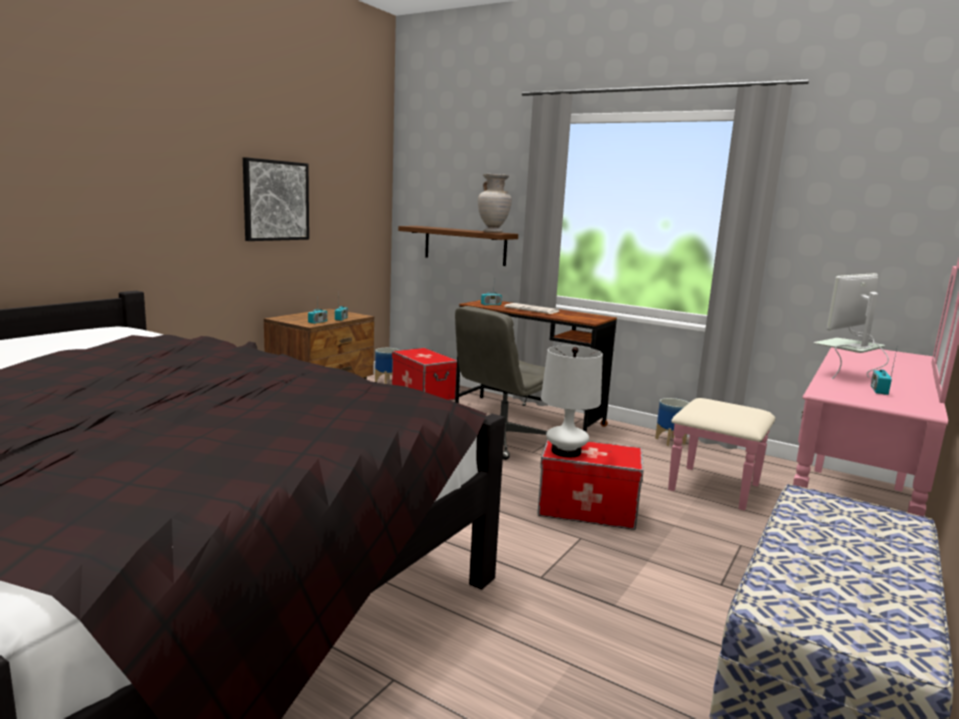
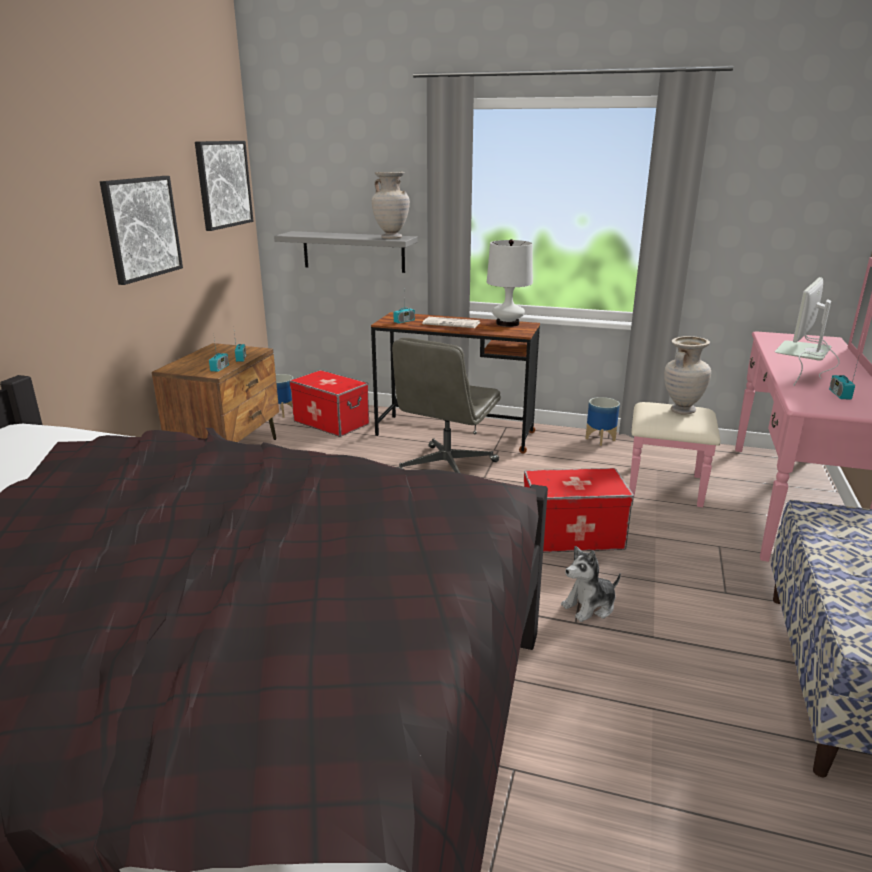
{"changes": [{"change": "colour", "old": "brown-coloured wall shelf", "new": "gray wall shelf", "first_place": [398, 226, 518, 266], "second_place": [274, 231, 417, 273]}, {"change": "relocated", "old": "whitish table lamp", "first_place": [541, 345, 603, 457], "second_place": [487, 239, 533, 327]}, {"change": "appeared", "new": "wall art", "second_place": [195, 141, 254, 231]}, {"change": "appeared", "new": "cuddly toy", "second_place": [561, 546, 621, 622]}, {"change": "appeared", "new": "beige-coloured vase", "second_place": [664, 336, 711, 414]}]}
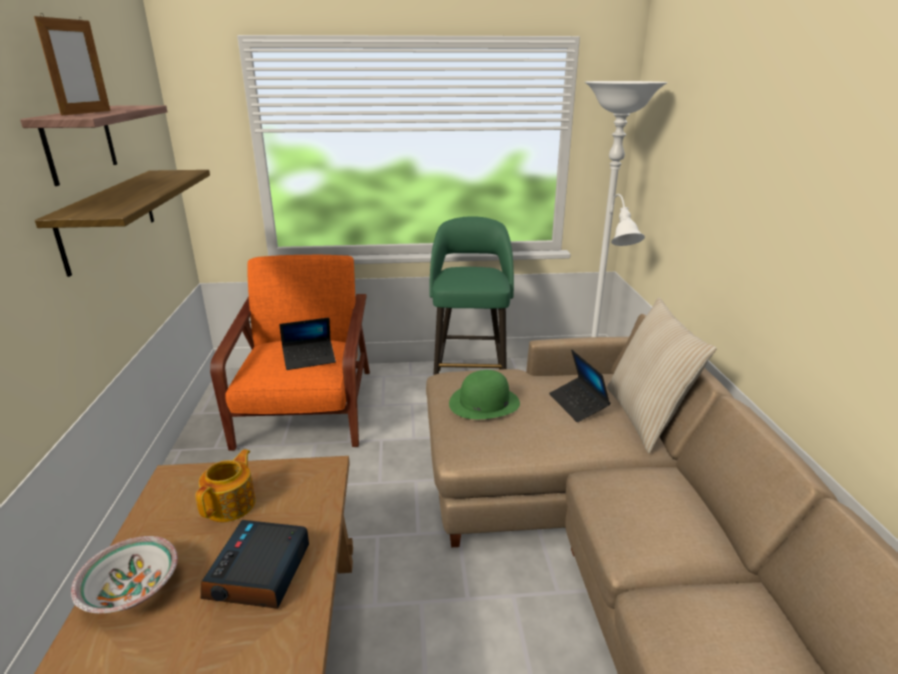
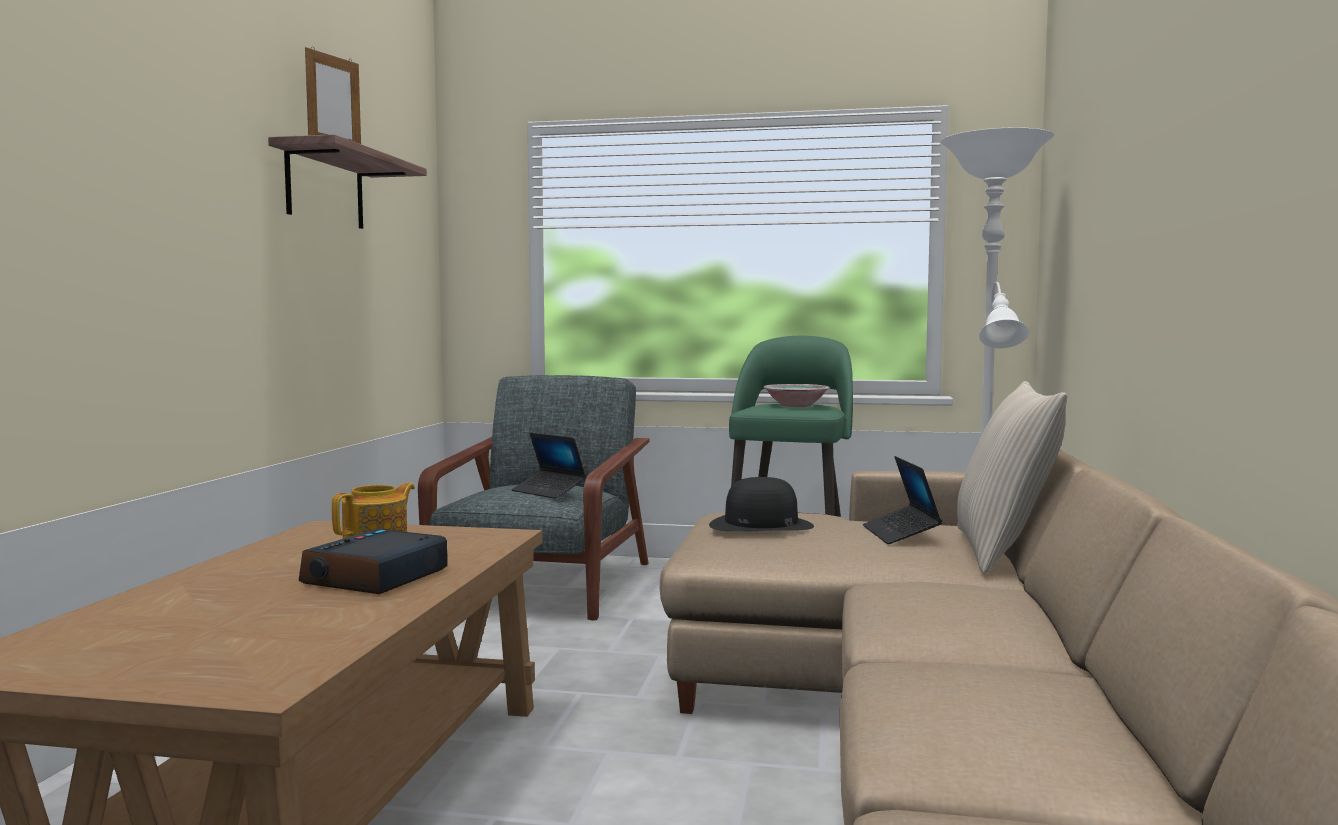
{"changes": [{"change": "missing", "old": "wall shelf", "first_place": [35, 170, 210, 277]}, {"change": "relocated", "old": "deep dish", "first_place": [71, 536, 178, 613], "second_place": [763, 384, 830, 407]}, {"change": "colour", "old": "orange-coloured easy chair", "new": "gray easy chair", "first_place": [210, 255, 370, 451], "second_place": [418, 375, 650, 621]}, {"change": "spun", "old": "laptop", "first_place": [279, 317, 336, 370], "second_place": [512, 433, 586, 499], "degrees": 45}, {"change": "colour", "old": "green clothing hat", "new": "blackish clothing hat", "first_place": [449, 370, 520, 419], "second_place": [709, 477, 814, 532]}]}
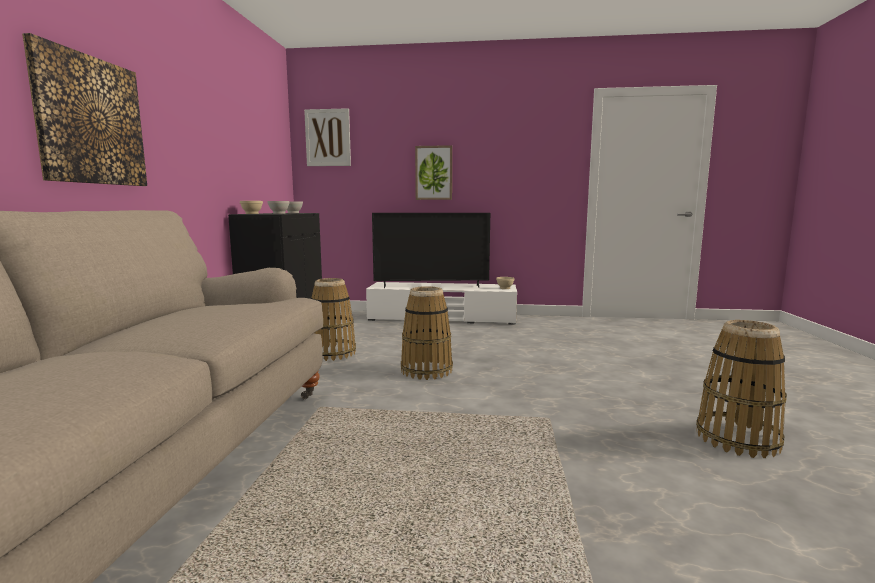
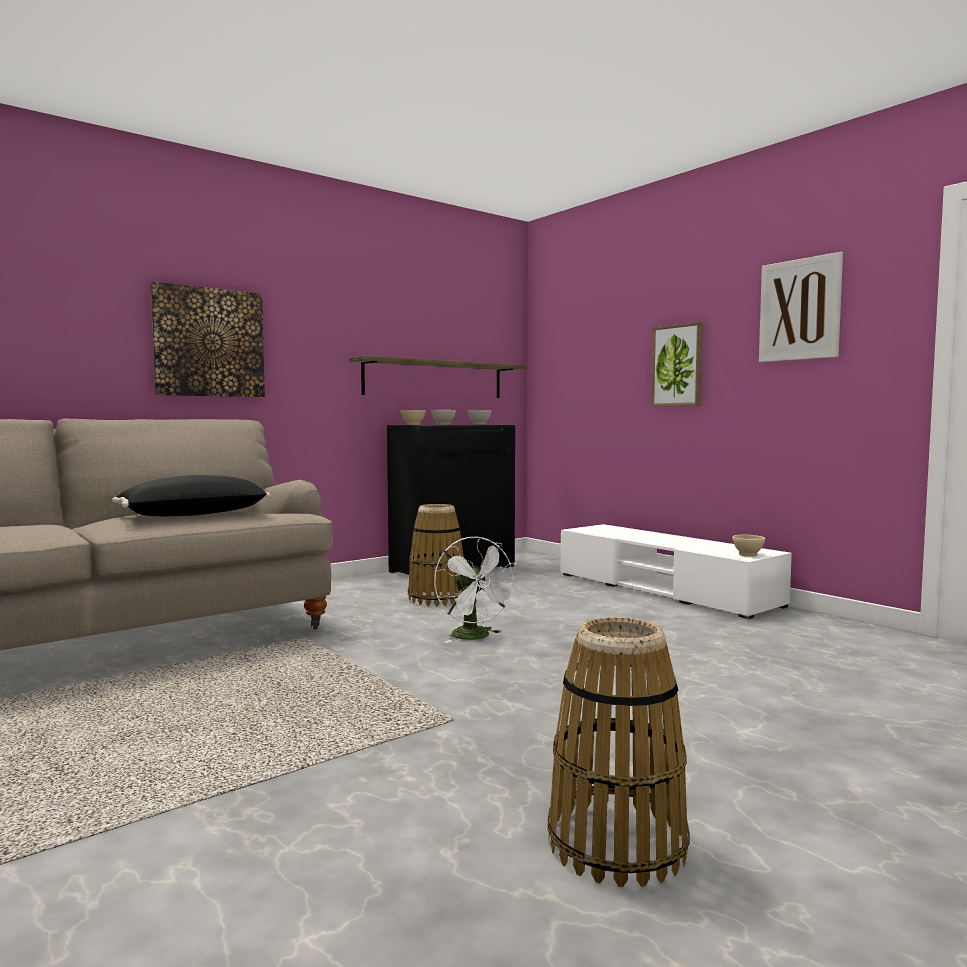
{"changes": [{"change": "relocated", "old": "wall art", "first_place": [304, 108, 351, 166], "second_place": [759, 252, 843, 362]}, {"change": "missing", "old": "TV", "first_place": [372, 213, 490, 288]}, {"change": "exchanged", "old": "storage basket", "new": "whitish cooling fan", "first_place": [401, 286, 453, 380], "second_place": [434, 536, 518, 643]}, {"change": "appeared", "new": "blackish throw pillow", "second_place": [112, 475, 270, 516]}, {"change": "appeared", "new": "wall shelf", "second_place": [349, 355, 526, 398]}]}
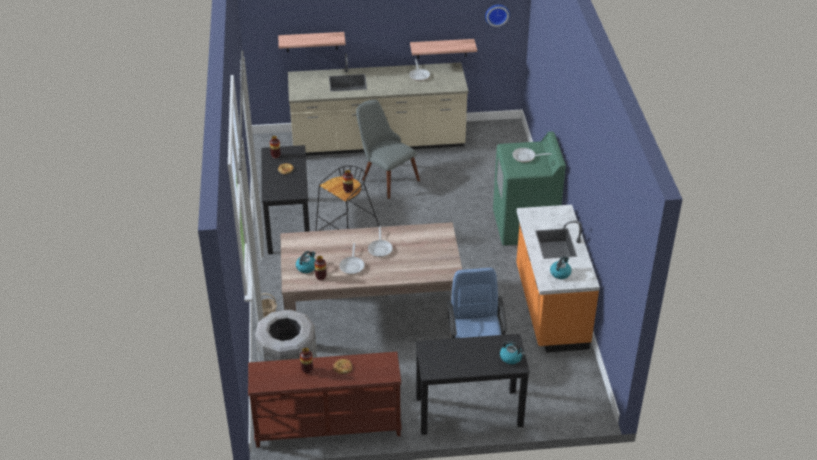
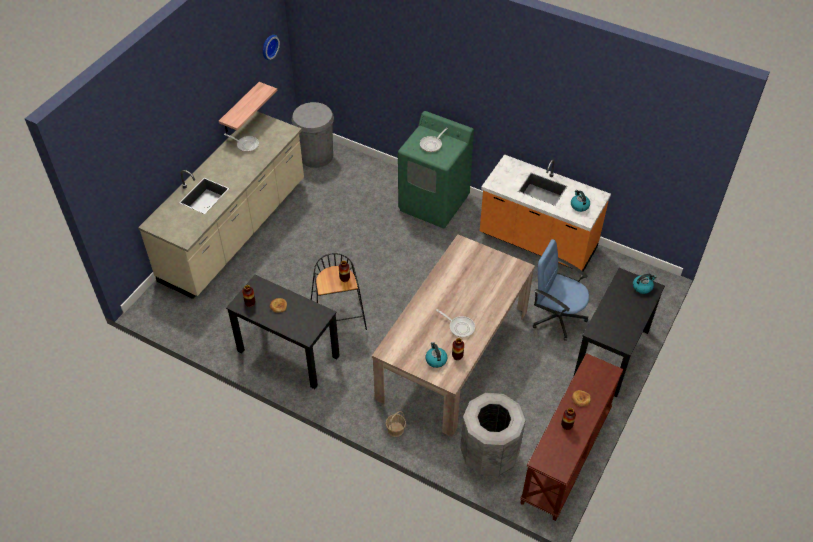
{"changes": [{"change": "missing", "old": "wall shelf", "first_place": [278, 32, 346, 52]}, {"change": "missing", "old": "gray plain chair", "first_place": [356, 99, 420, 199]}, {"change": "missing", "old": "pan", "first_place": [368, 226, 393, 257]}, {"change": "appeared", "new": "gray trash can", "second_place": [292, 102, 334, 168]}]}
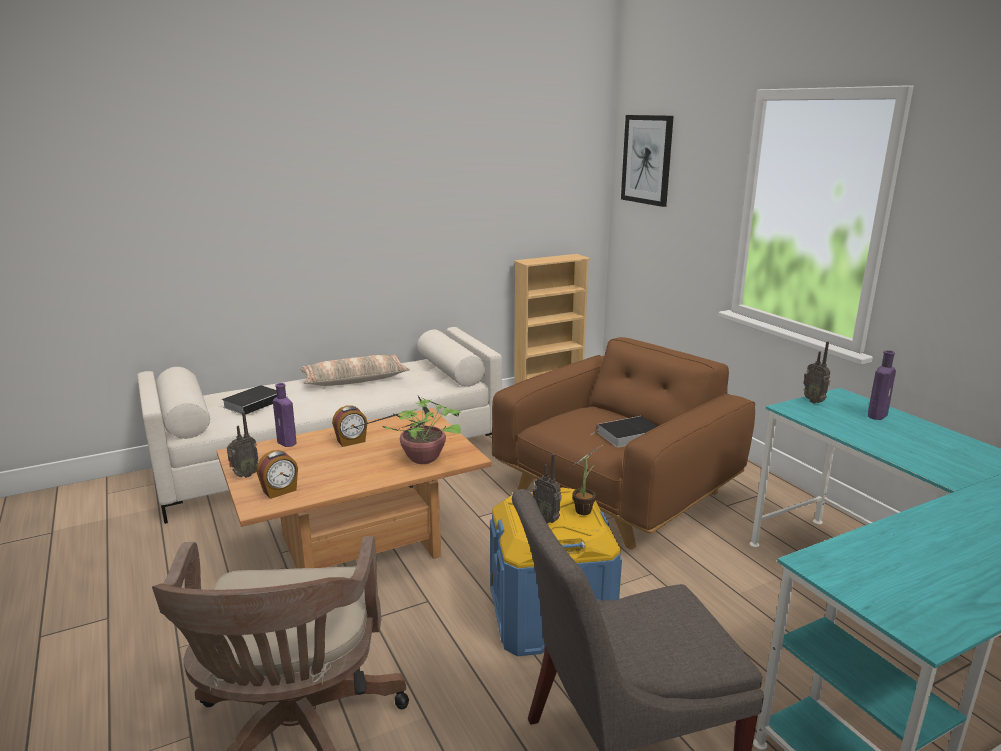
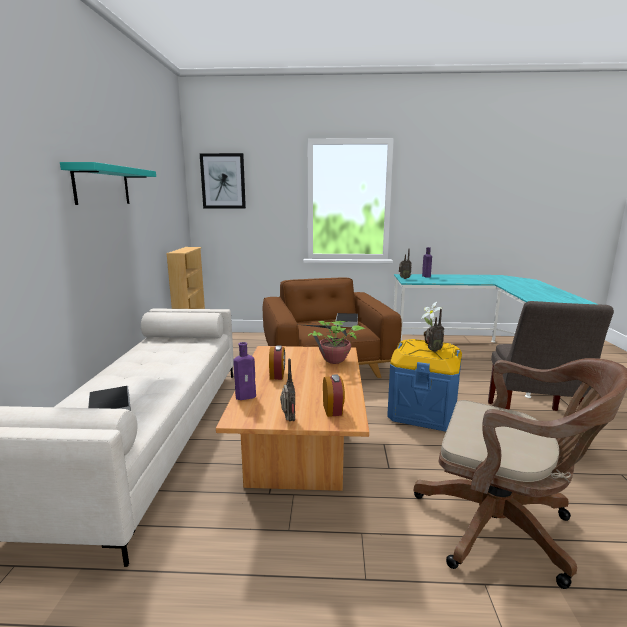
{"changes": [{"change": "missing", "old": "throw pillow", "first_place": [300, 355, 410, 386]}, {"change": "appeared", "new": "blue-green wall shelf", "second_place": [60, 162, 156, 205]}]}
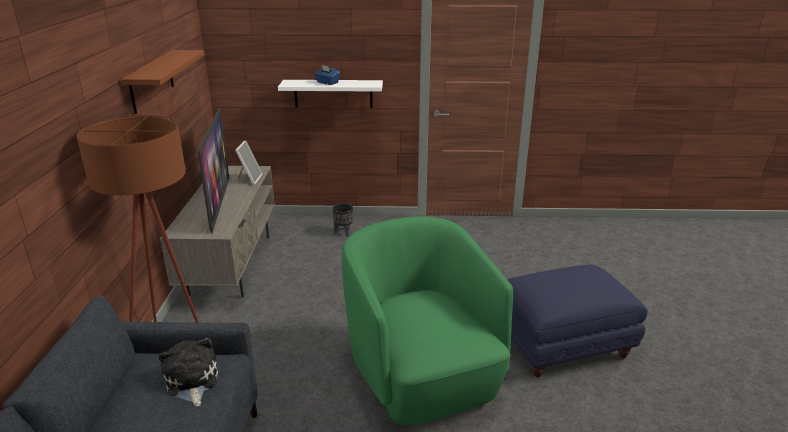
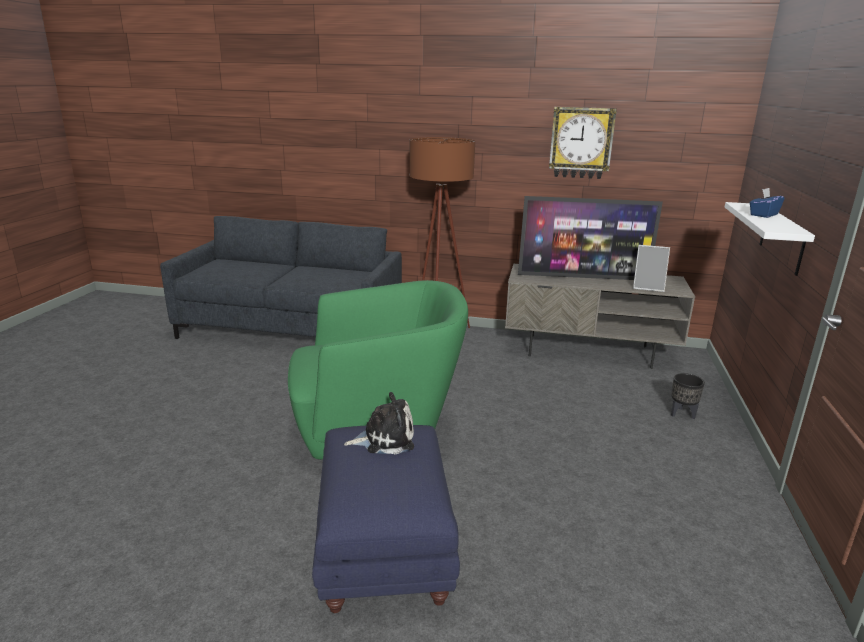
{"changes": [{"change": "exchanged", "old": "brown-coloured wall shelf", "new": "wall clock", "first_place": [121, 50, 205, 114], "second_place": [549, 107, 617, 179]}, {"change": "relocated", "old": "cuddly toy", "first_place": [159, 337, 218, 407], "second_place": [344, 392, 414, 454]}]}
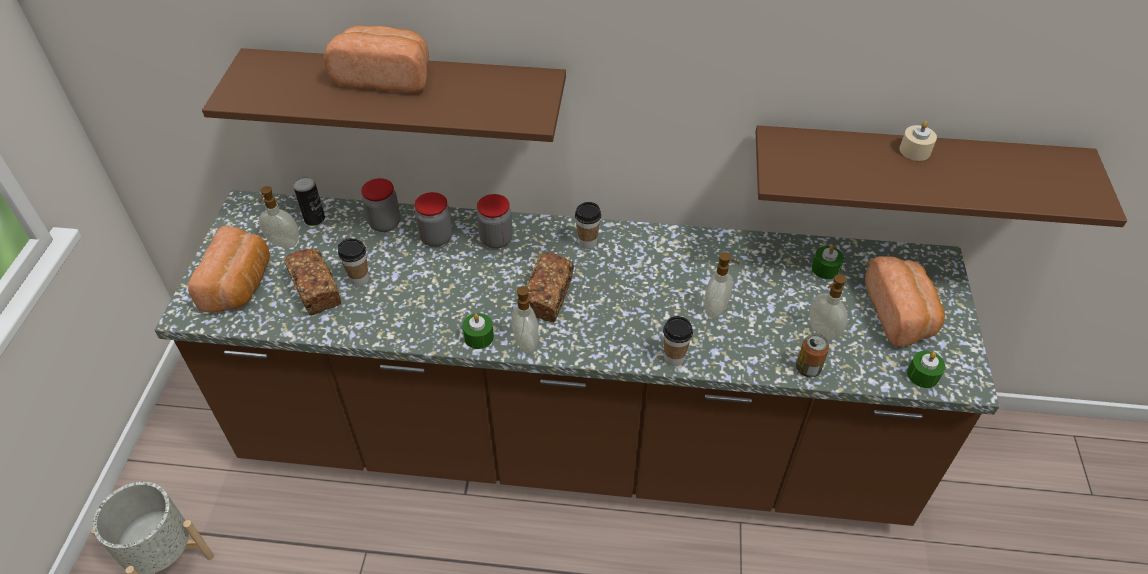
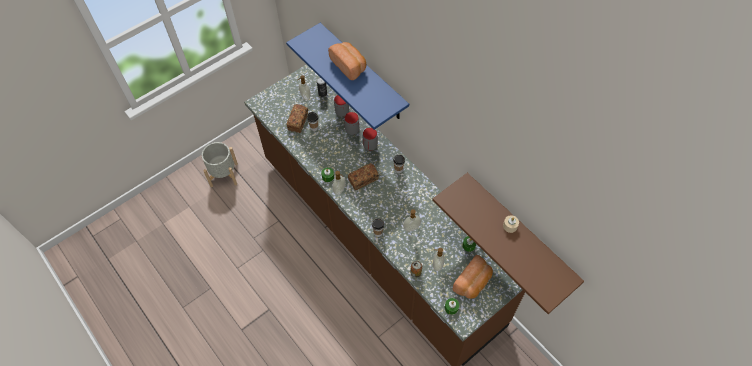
{"changes": [{"change": "missing", "old": "bread", "first_place": [188, 226, 270, 313]}, {"change": "colour", "old": "brown-coloured wall shelf", "new": "bluish wall shelf", "first_place": [202, 48, 566, 142], "second_place": [286, 23, 409, 130]}]}
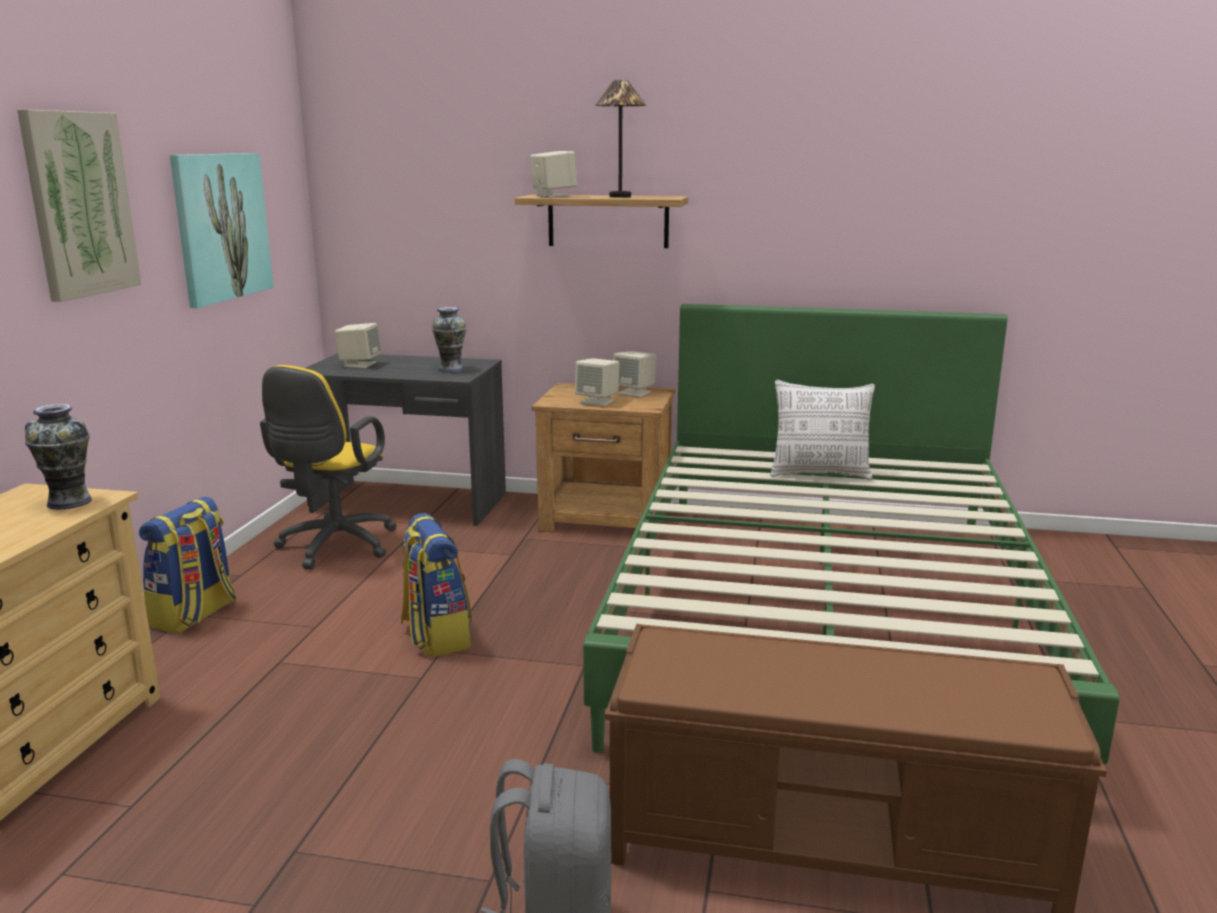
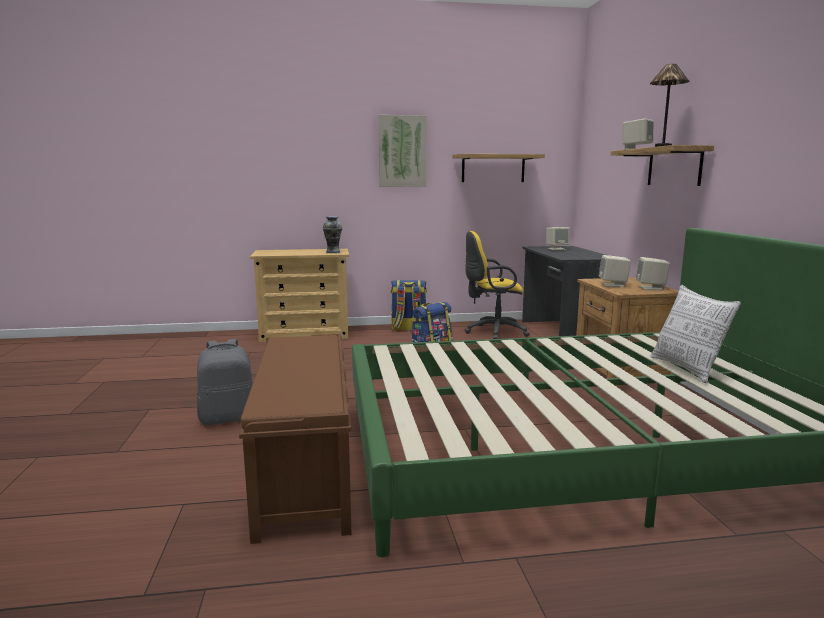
{"changes": [{"change": "exchanged", "old": "wall art", "new": "wall shelf", "first_place": [170, 153, 274, 308], "second_place": [453, 154, 545, 182]}, {"change": "missing", "old": "vase", "first_place": [432, 307, 467, 373]}]}
